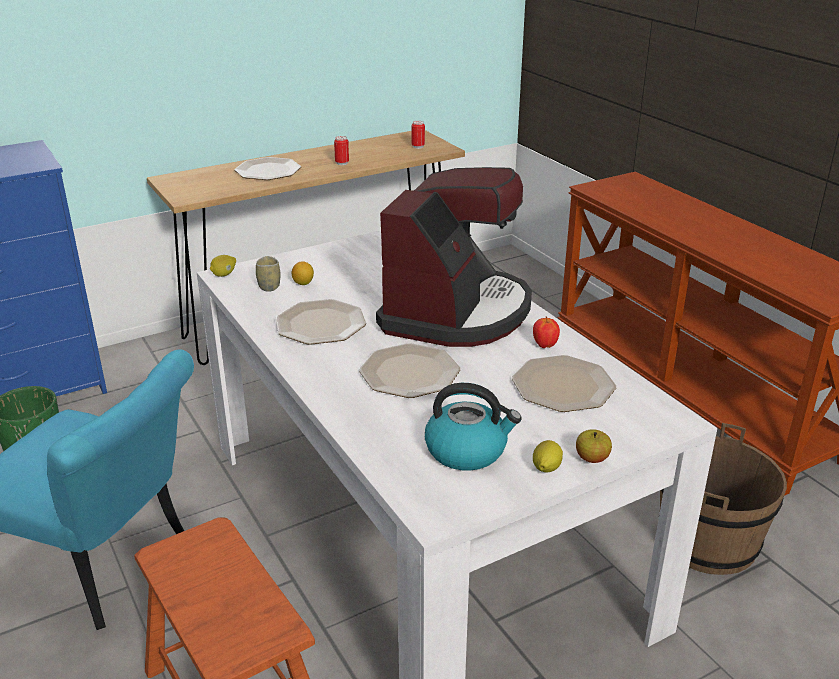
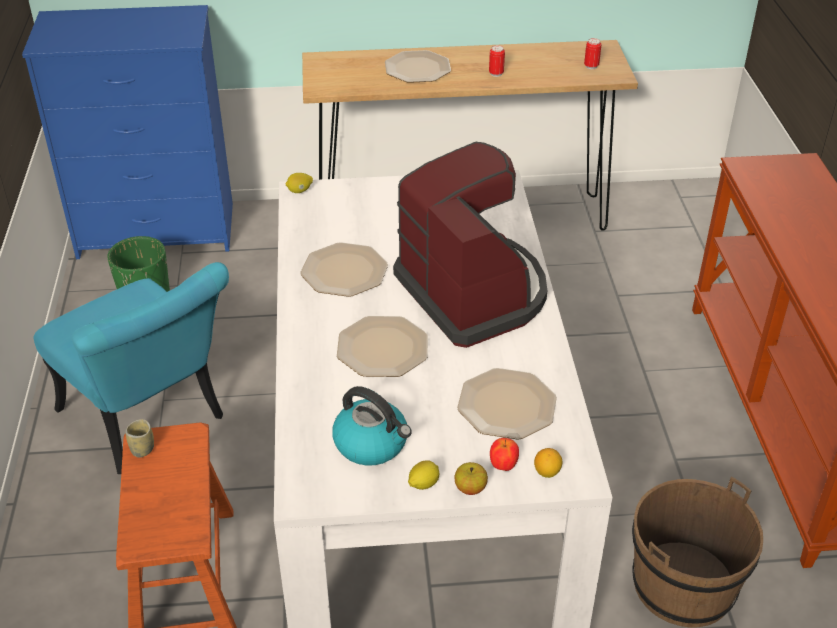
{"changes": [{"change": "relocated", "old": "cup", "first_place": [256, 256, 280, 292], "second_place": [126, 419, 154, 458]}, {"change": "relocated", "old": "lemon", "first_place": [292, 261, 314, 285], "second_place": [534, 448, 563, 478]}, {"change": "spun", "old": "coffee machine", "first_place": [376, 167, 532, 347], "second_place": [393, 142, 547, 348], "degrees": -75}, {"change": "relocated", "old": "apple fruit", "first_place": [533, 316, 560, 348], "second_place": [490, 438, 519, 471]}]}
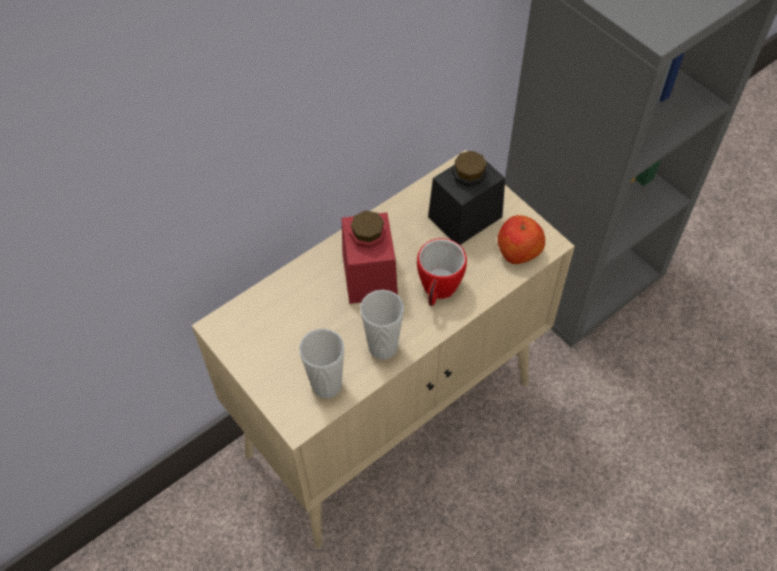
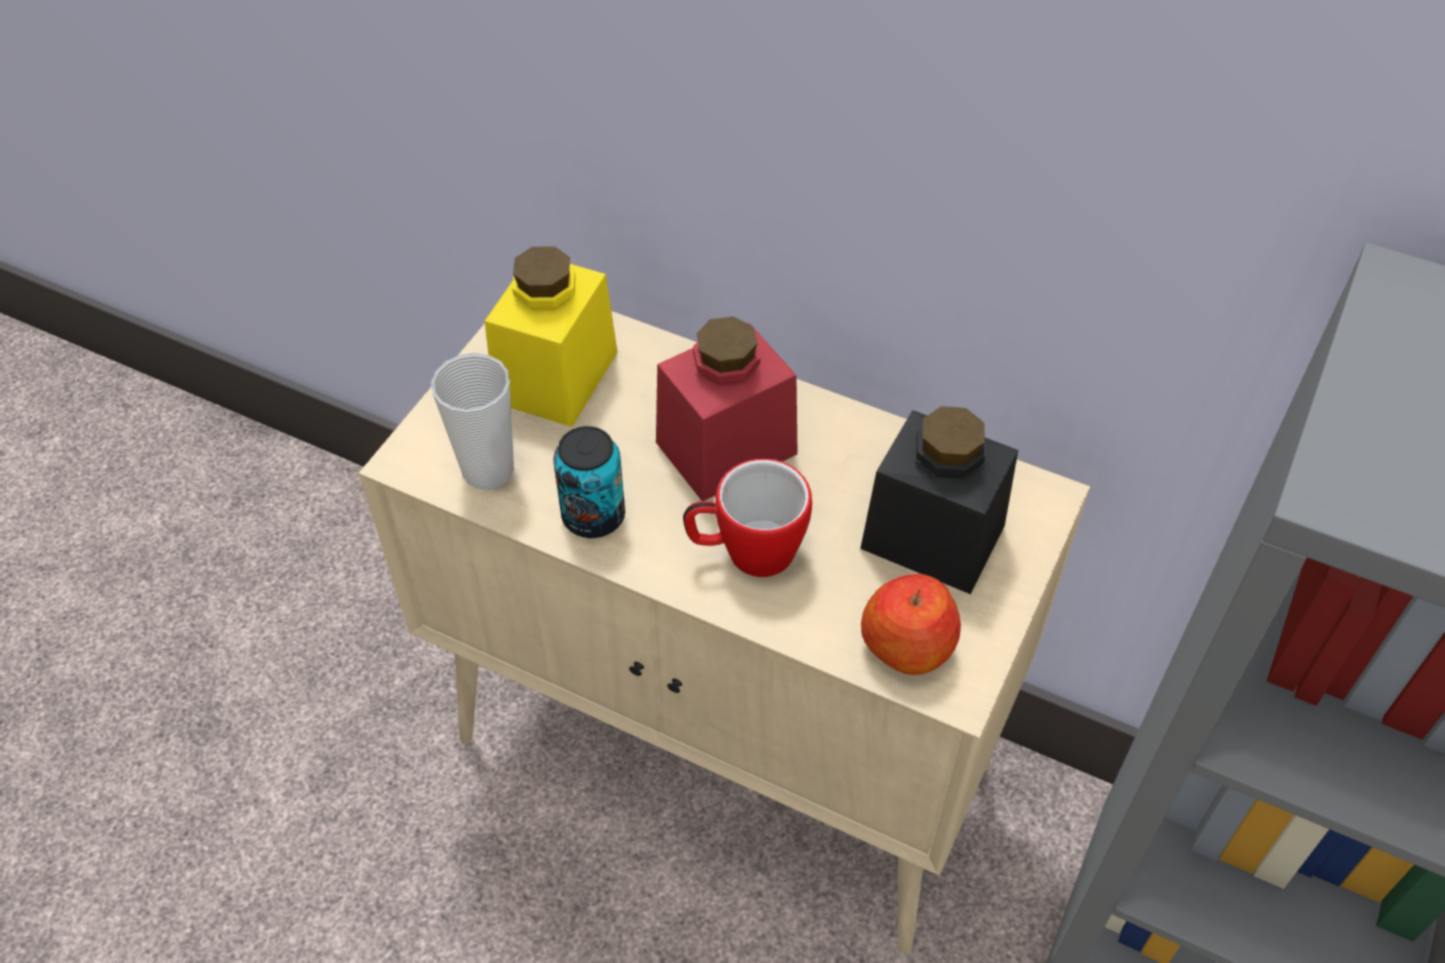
{"changes": [{"change": "exchanged", "old": "cup", "new": "metal can", "first_place": [360, 290, 404, 360], "second_place": [553, 426, 625, 538]}, {"change": "appeared", "new": "yellowish jar", "second_place": [485, 247, 618, 427]}]}
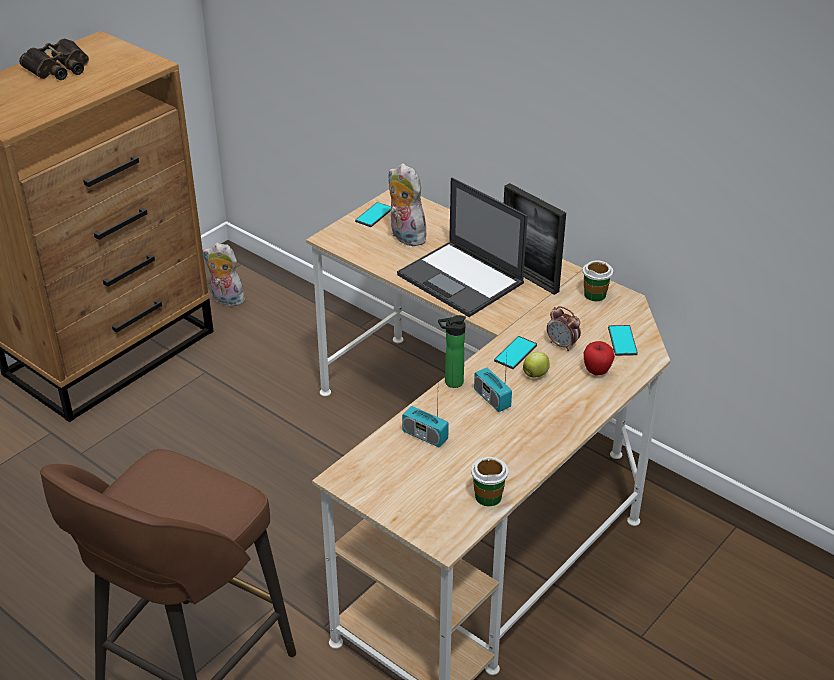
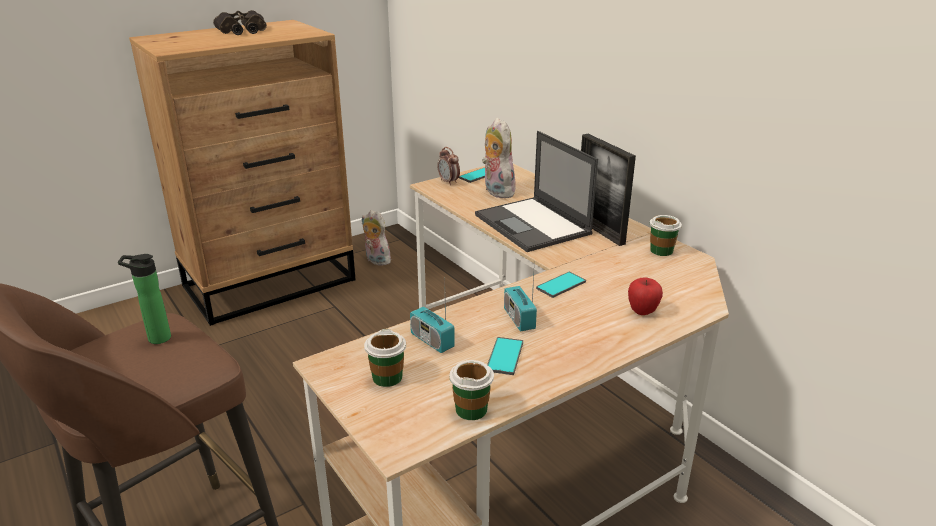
{"changes": [{"change": "relocated", "old": "drink bottle", "first_place": [438, 315, 466, 388], "second_place": [118, 254, 171, 344]}, {"change": "missing", "old": "apple fruit", "first_place": [523, 352, 550, 377]}, {"change": "relocated", "old": "alarm clock", "first_place": [547, 306, 581, 351], "second_place": [437, 147, 460, 185]}, {"change": "relocated", "old": "phone", "first_place": [608, 325, 638, 356], "second_place": [487, 337, 523, 375]}, {"change": "appeared", "new": "cup", "second_place": [364, 329, 406, 387]}]}
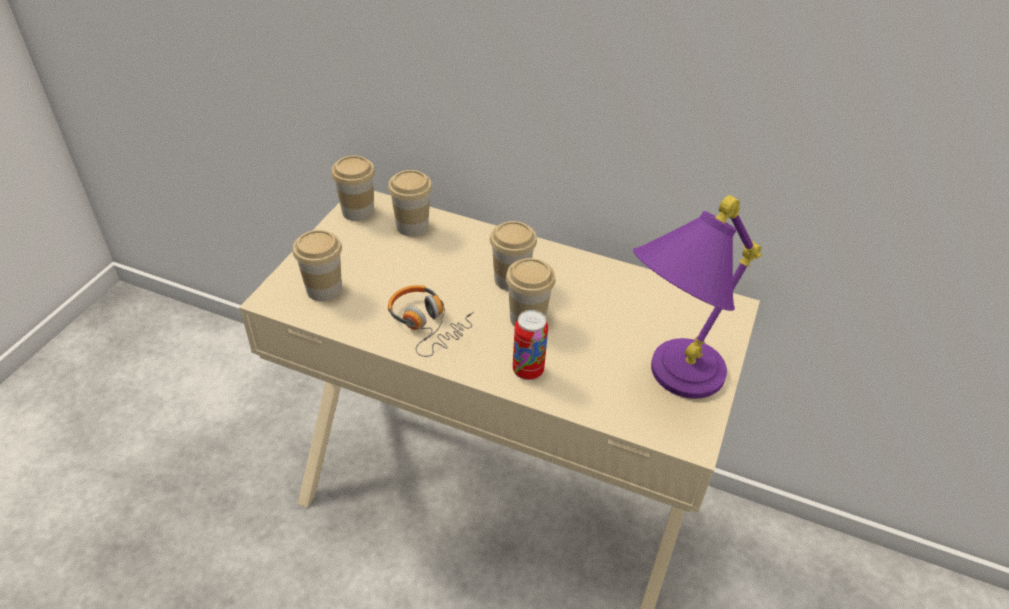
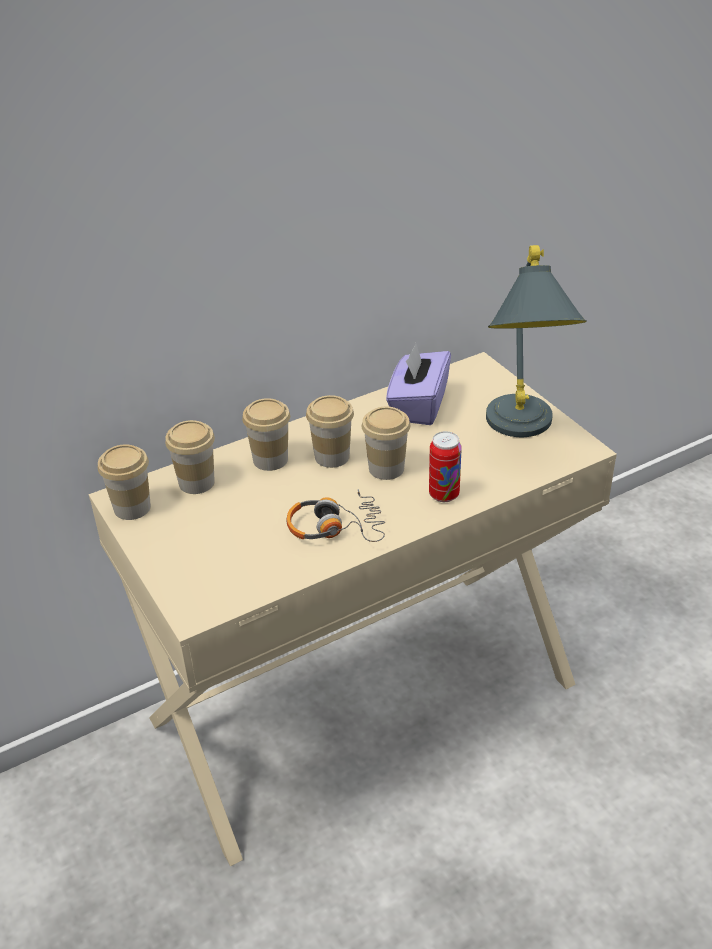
{"changes": [{"change": "relocated", "old": "cup", "first_place": [293, 230, 342, 301], "second_place": [242, 398, 290, 471]}, {"change": "colour", "old": "purple-coloured table lamp", "new": "gray table lamp", "first_place": [633, 195, 762, 399], "second_place": [486, 245, 587, 437]}, {"change": "appeared", "new": "purple-coloured box of tissues", "second_place": [386, 343, 451, 425]}]}
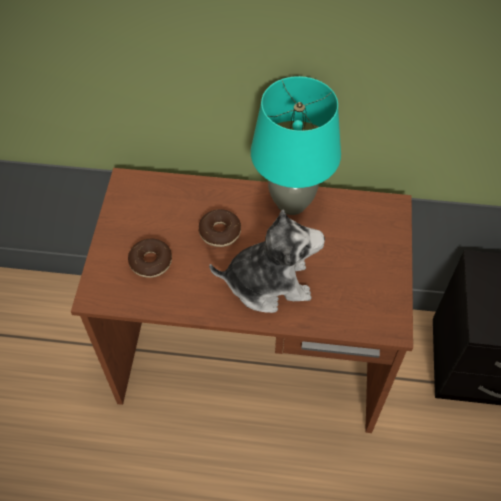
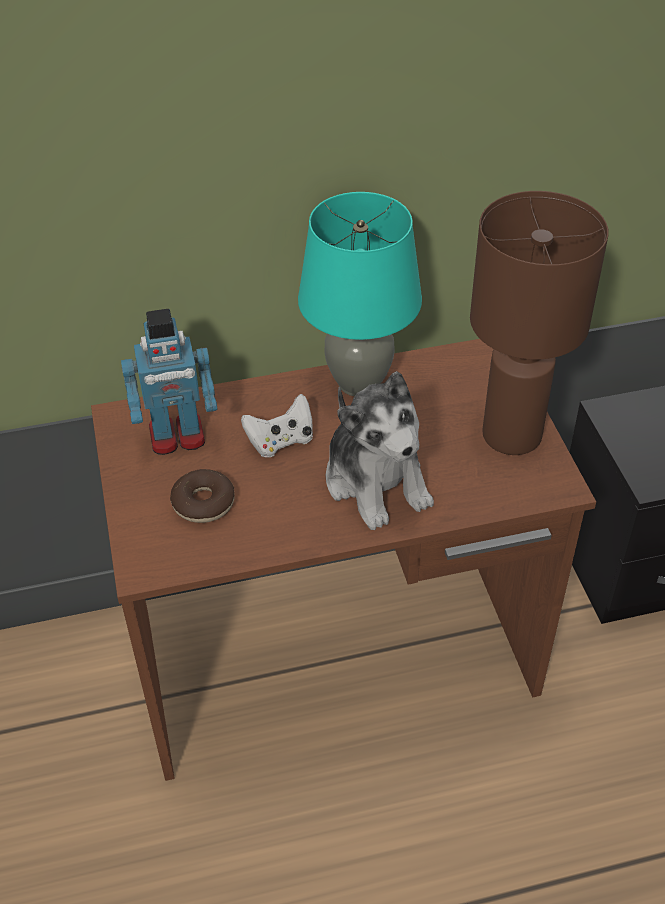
{"changes": [{"change": "exchanged", "old": "donut", "new": "whitish joypad", "first_place": [199, 209, 241, 247], "second_place": [241, 394, 313, 458]}, {"change": "spun", "old": "cuddly toy", "first_place": [209, 209, 325, 313], "second_place": [325, 371, 434, 530], "degrees": 90}, {"change": "appeared", "new": "model robot", "second_place": [121, 309, 218, 455]}, {"change": "appeared", "new": "brown-coloured table lamp", "second_place": [470, 191, 609, 455]}]}
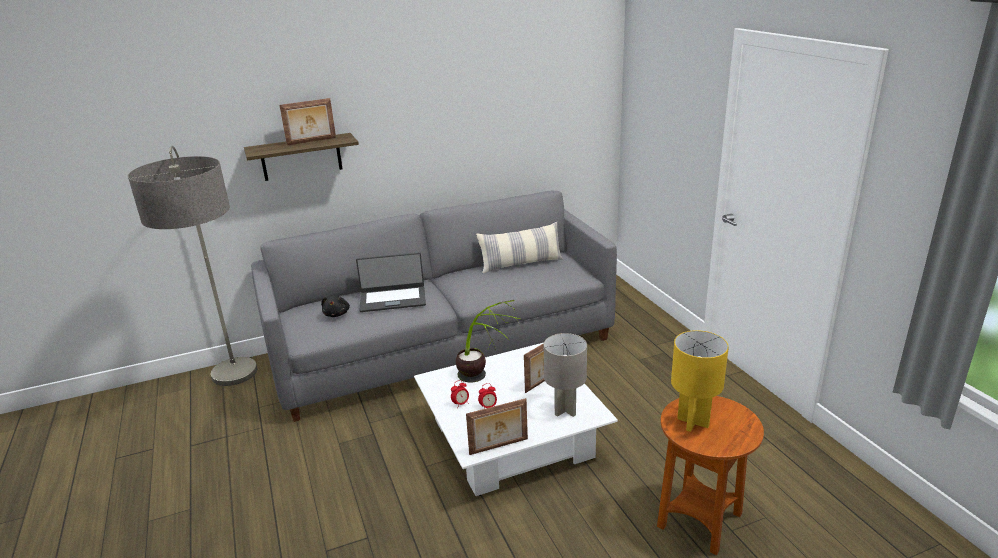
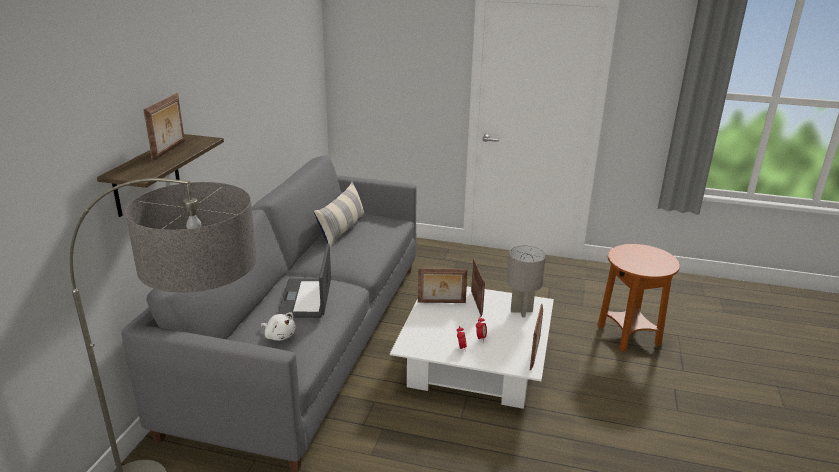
{"changes": [{"change": "colour", "old": "blackish cuddly toy", "new": "whitish cuddly toy", "first_place": [321, 295, 350, 317], "second_place": [261, 313, 296, 341]}, {"change": "spun", "old": "laptop", "first_place": [356, 252, 426, 312], "second_place": [278, 243, 331, 318], "degrees": 150}, {"change": "missing", "old": "plant in a pot", "first_place": [456, 300, 520, 383]}, {"change": "missing", "old": "yellowish table lamp", "first_place": [671, 330, 729, 432]}, {"change": "appeared", "new": "standing frame", "second_place": [418, 268, 468, 303]}]}
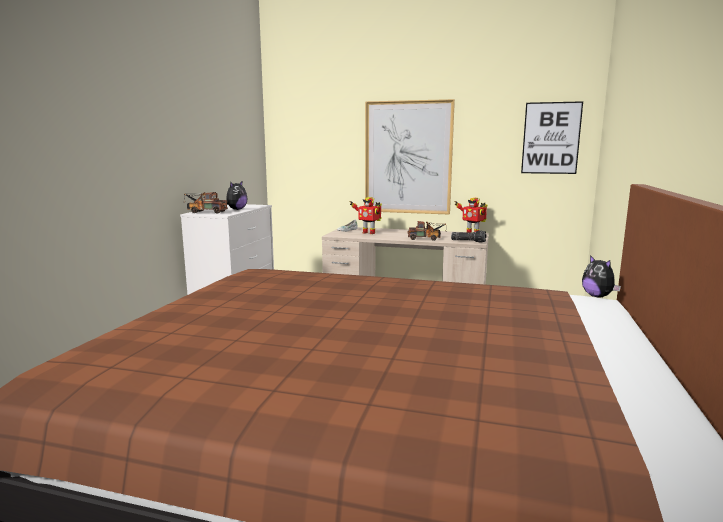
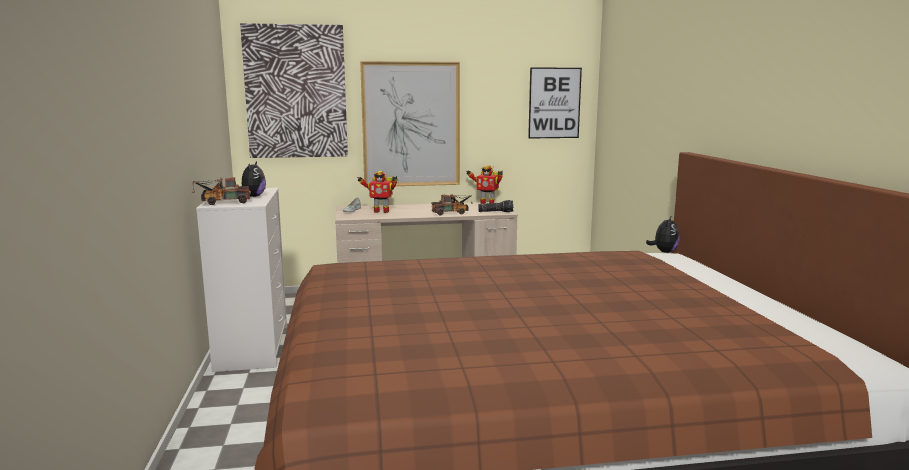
{"changes": [{"change": "spun", "old": "cuddly toy", "first_place": [582, 255, 621, 298], "second_place": [646, 217, 680, 253], "degrees": -105}, {"change": "appeared", "new": "wall art", "second_place": [240, 23, 348, 158]}]}
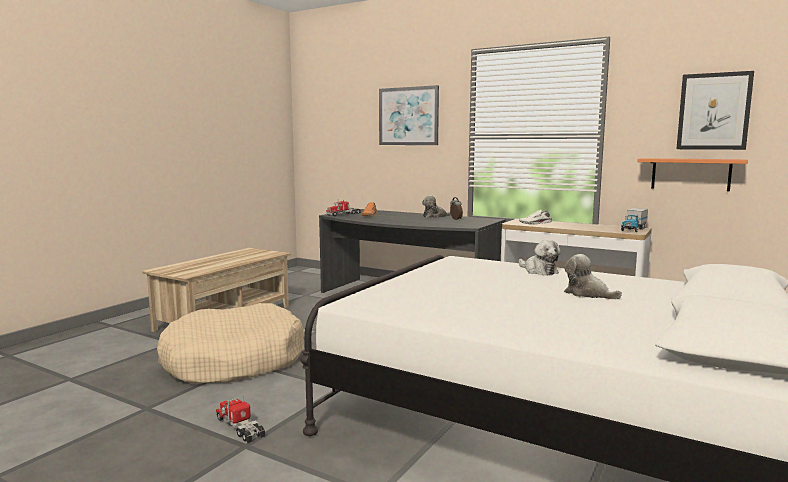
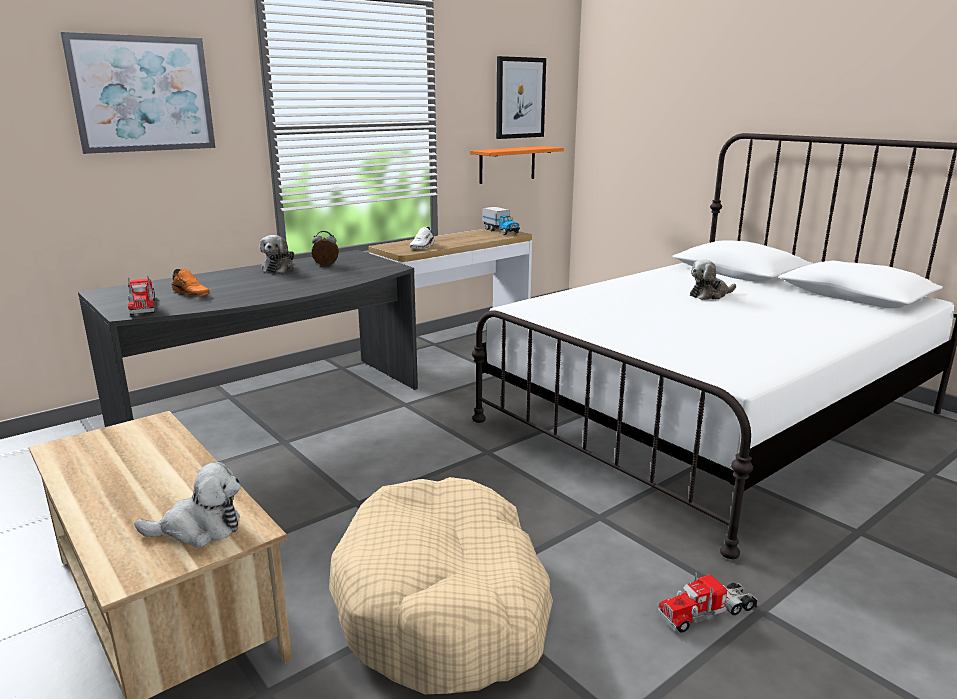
{"changes": [{"change": "relocated", "old": "cuddly toy", "first_place": [519, 240, 561, 275], "second_place": [134, 462, 241, 547]}]}
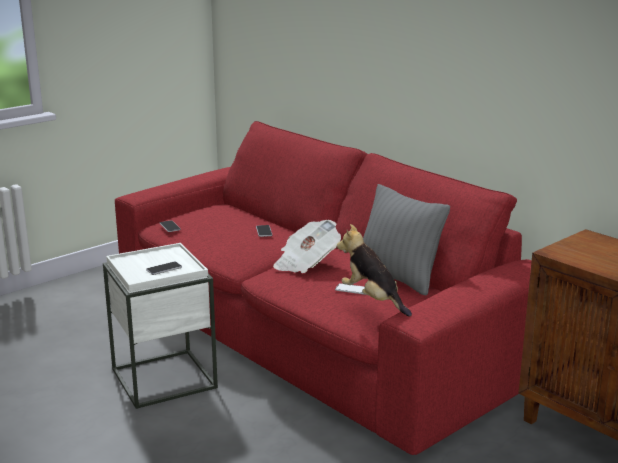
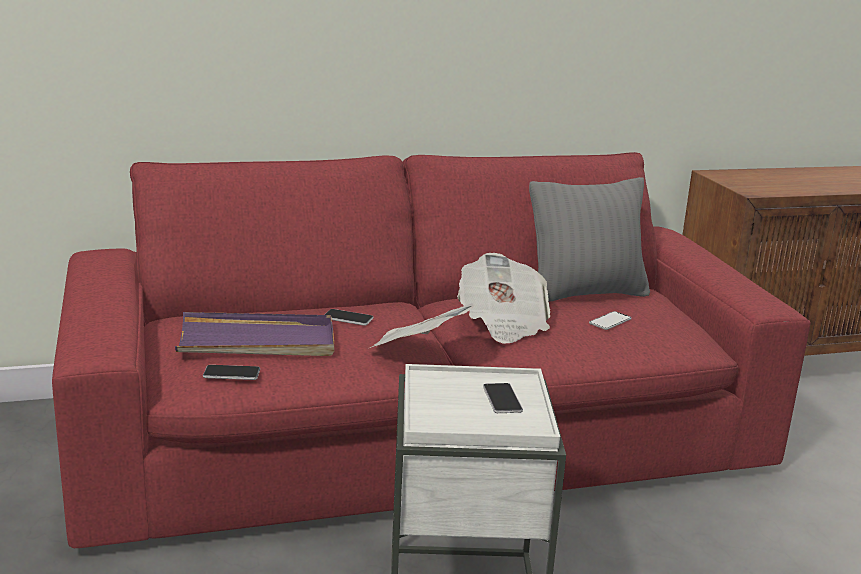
{"changes": [{"change": "missing", "old": "cuddly toy", "first_place": [337, 224, 412, 316]}, {"change": "appeared", "new": "purple-coloured tray", "second_place": [175, 312, 334, 356]}, {"change": "appeared", "new": "daily paper", "second_place": [369, 303, 473, 348]}]}
